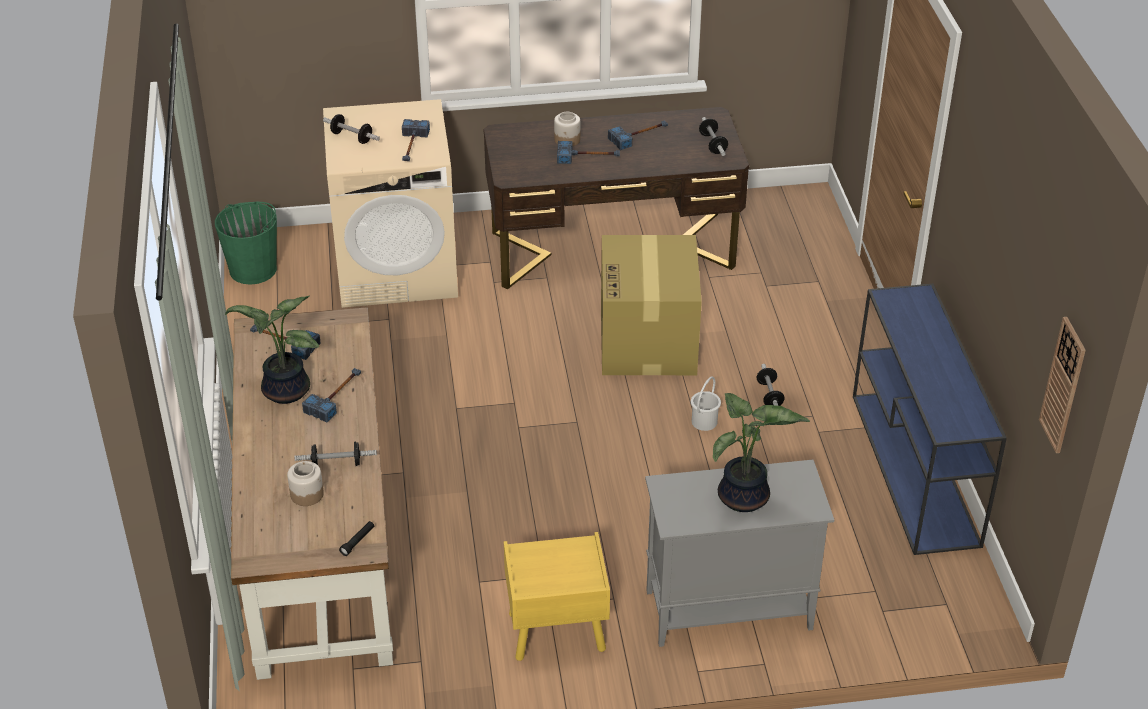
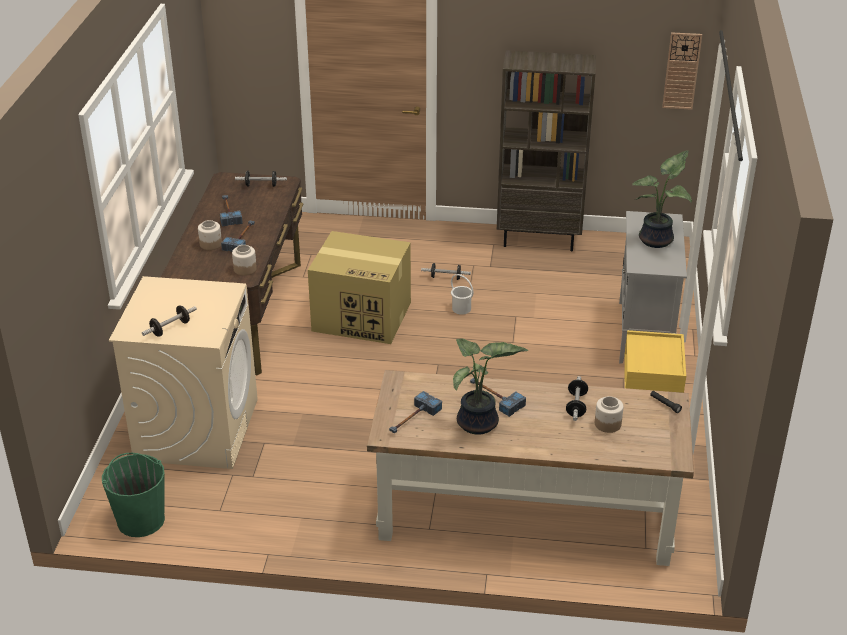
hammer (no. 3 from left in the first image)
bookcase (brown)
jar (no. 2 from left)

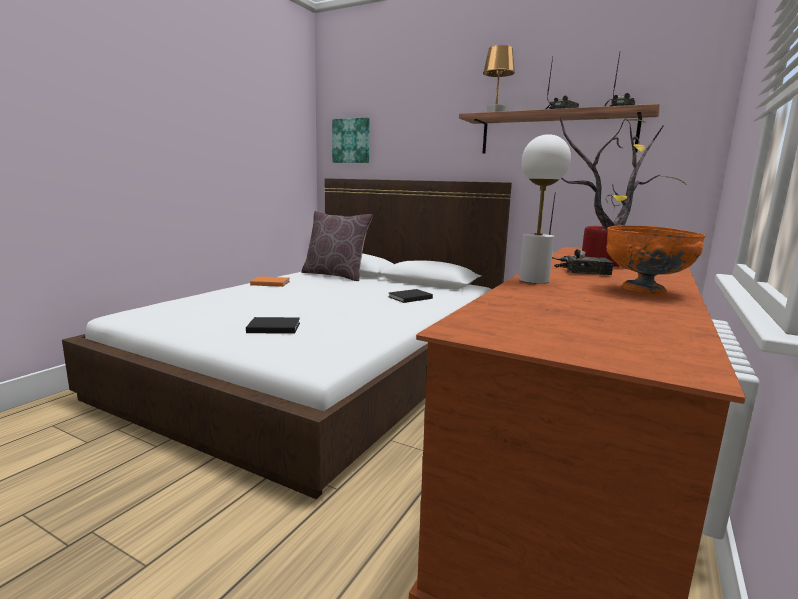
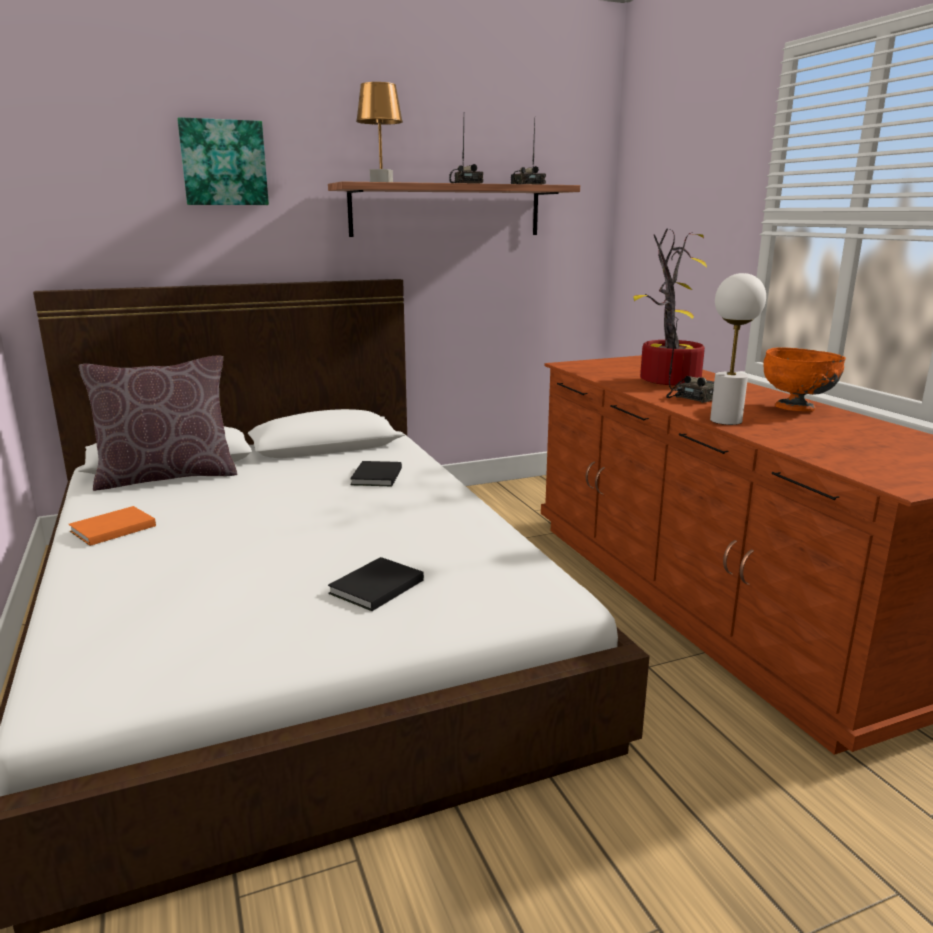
picture

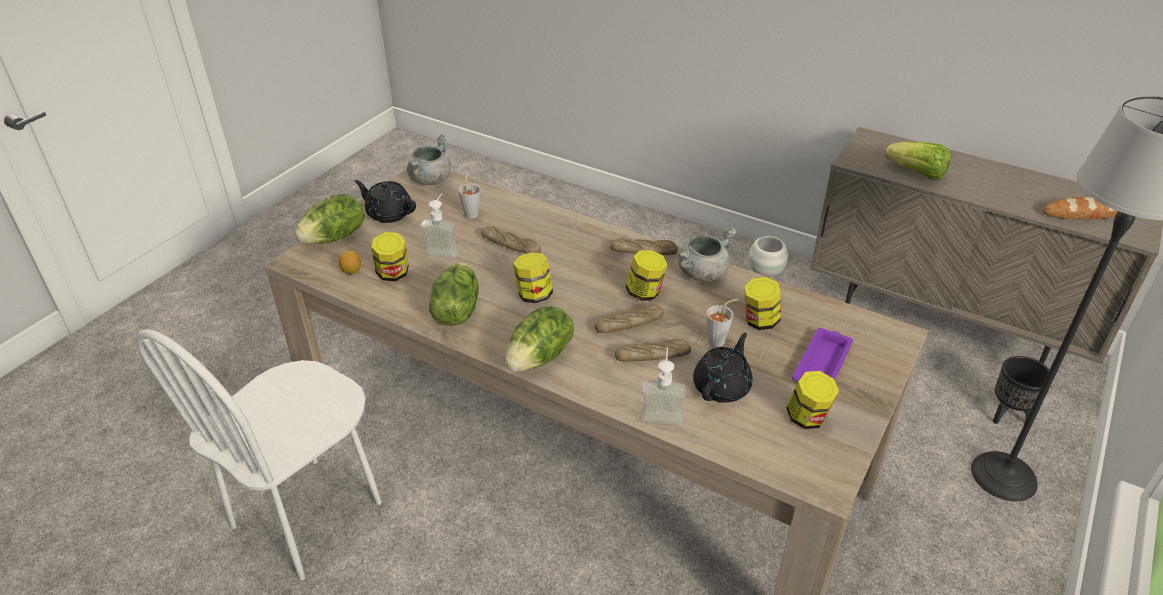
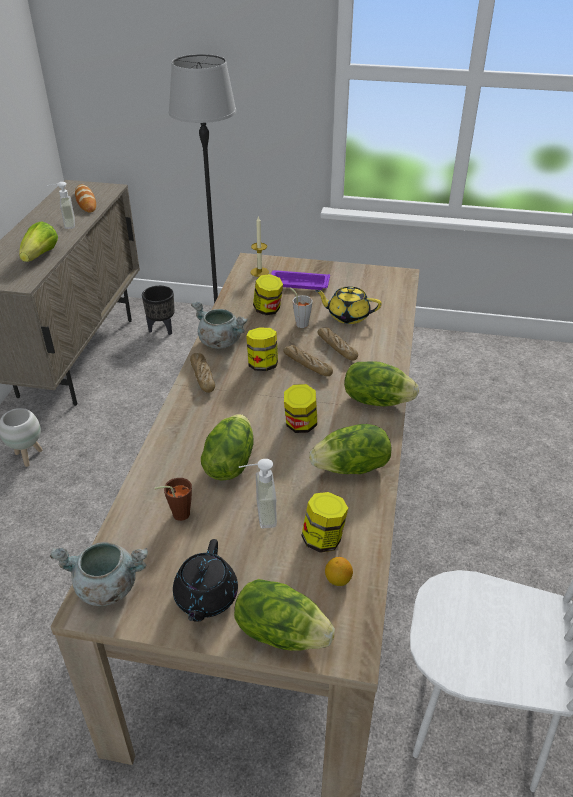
cup (brown)
lettuce (no. 2 from left)
soap dispenser (no. 1 from left)
teapot (yellow)
jar (no. 5 from left in the first image)
candle

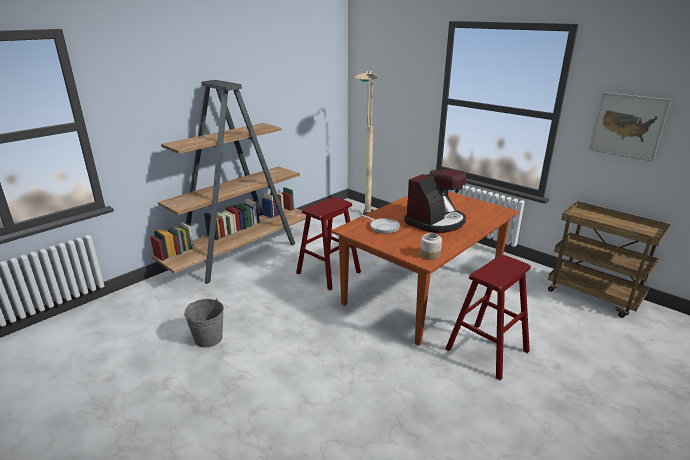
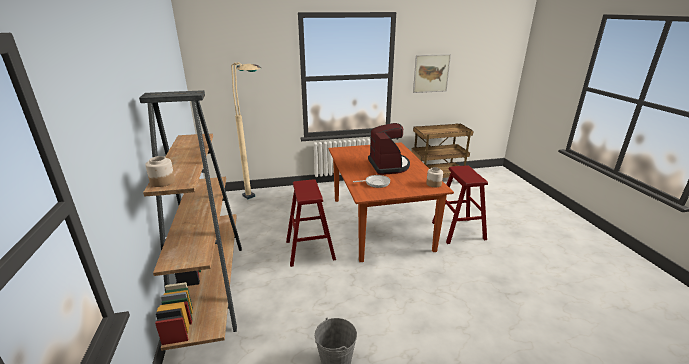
jar (no. 1 from left)

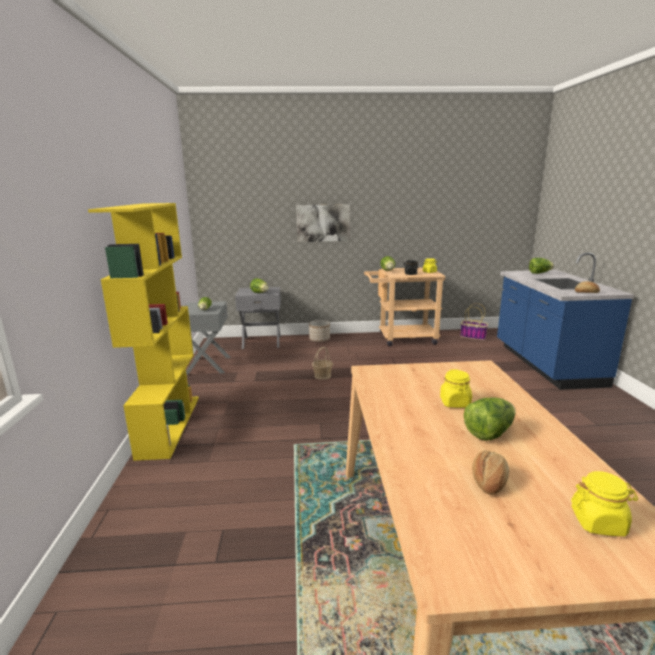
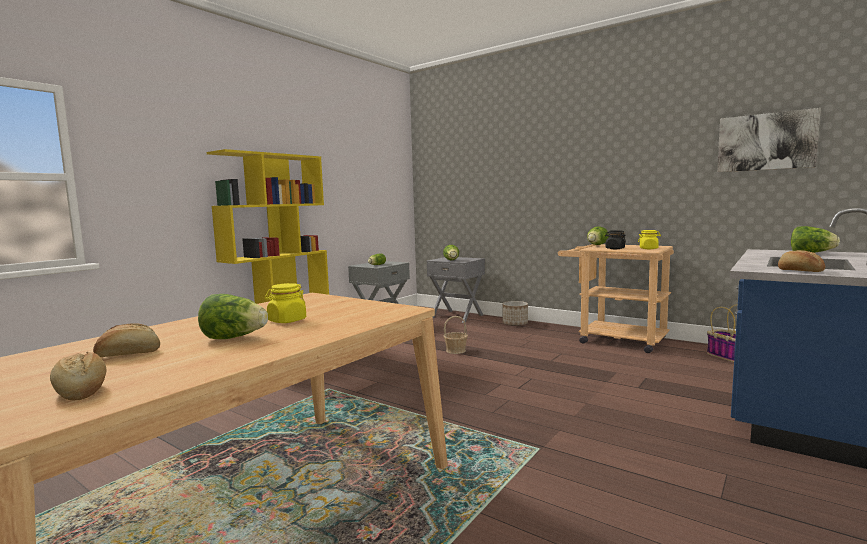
picture
bread (no. 1 from left)

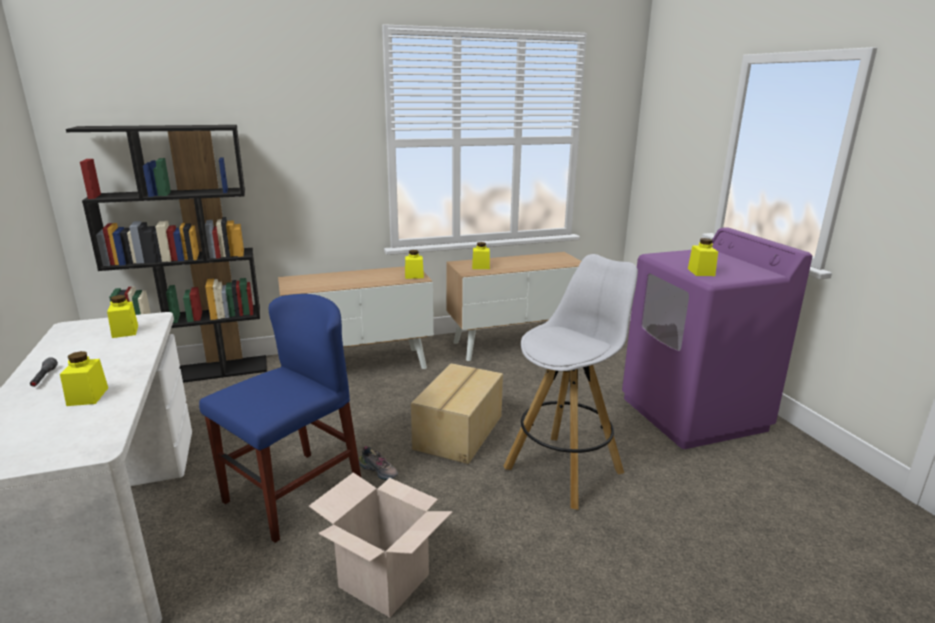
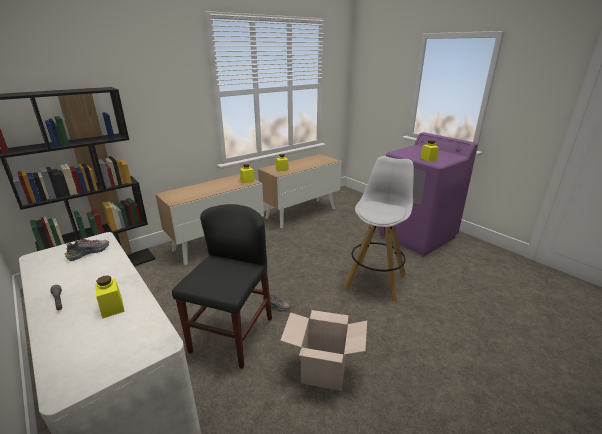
shoe (no. 1 from left)
chair (black)
cardboard box (no. 2 from left in the first image)

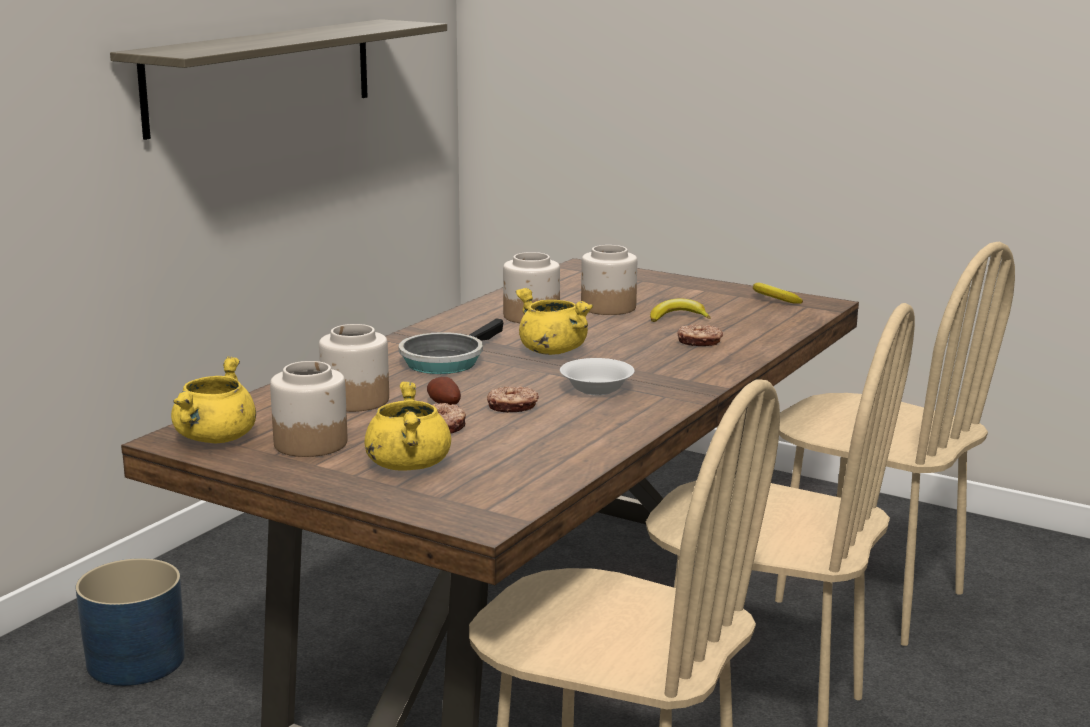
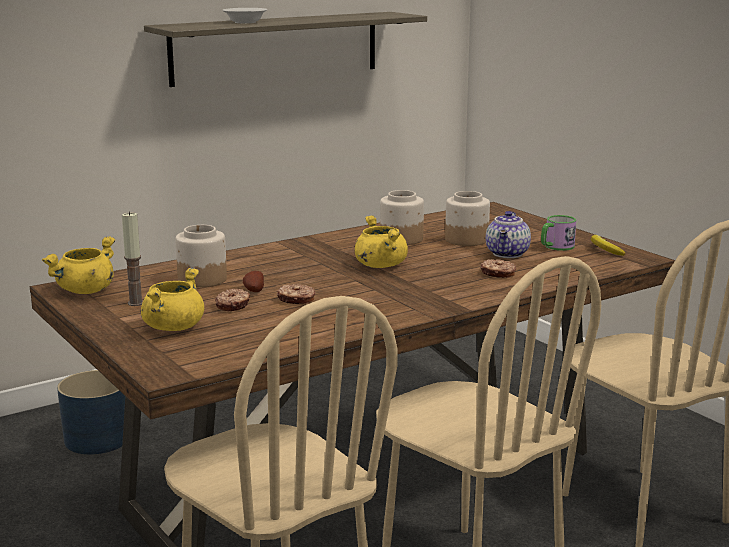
candle
frying pan
bowl (white)
teapot
mug

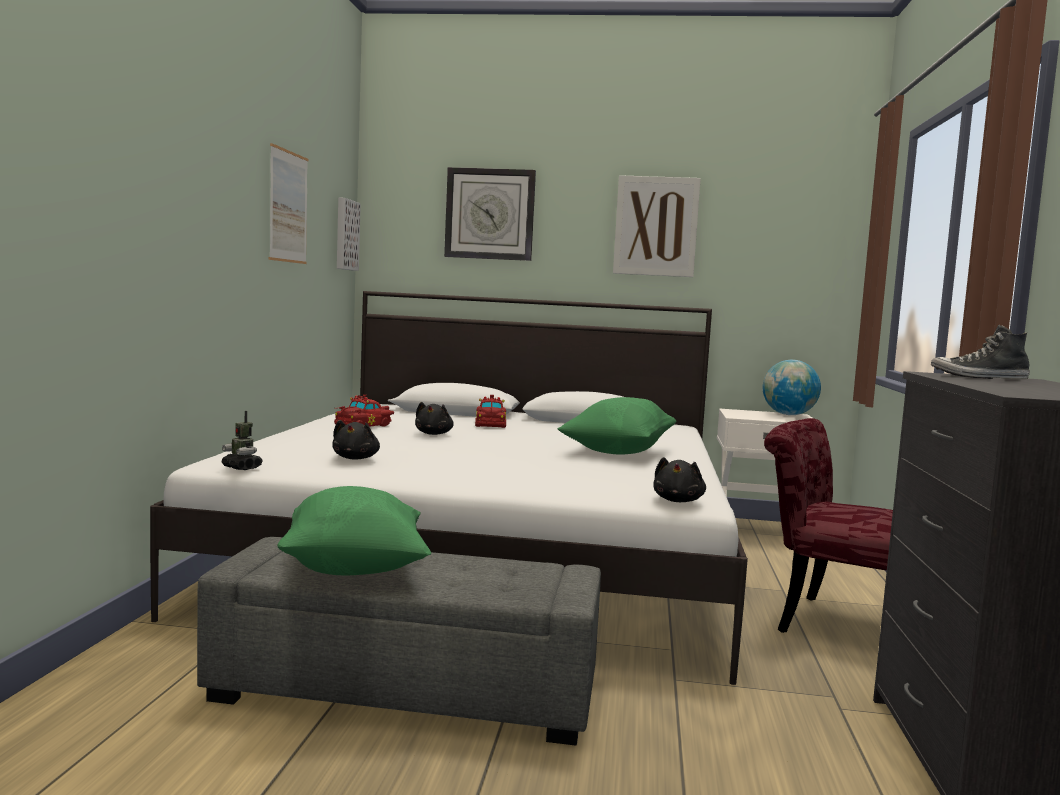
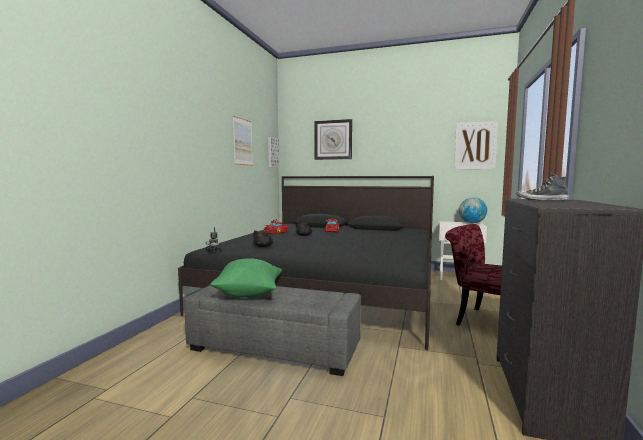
bed (black)
pillow (green) (no. 2 from left in the first image)
picture (no. 3 from left)
plush toy (black) (no. 3 from left in the first image)

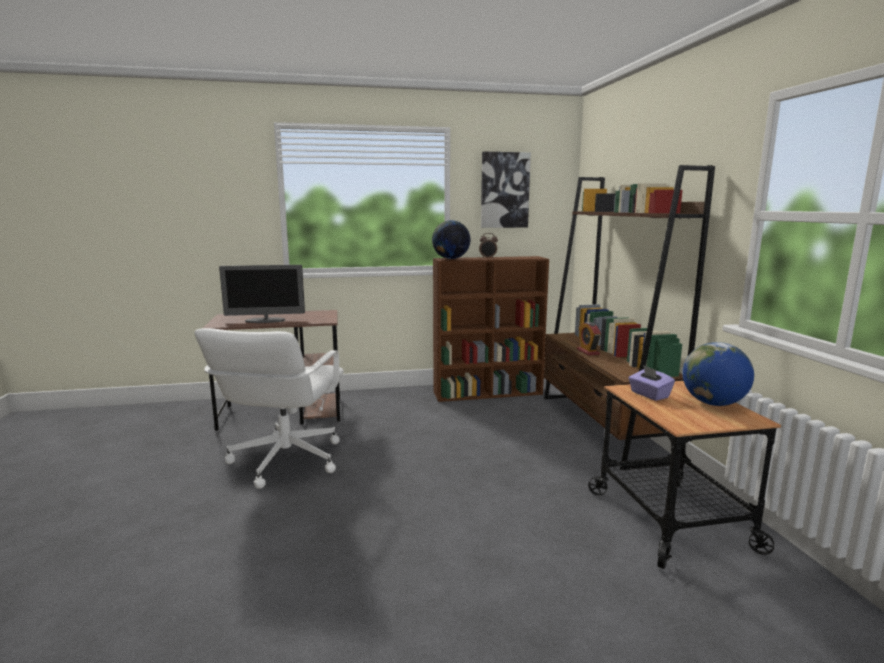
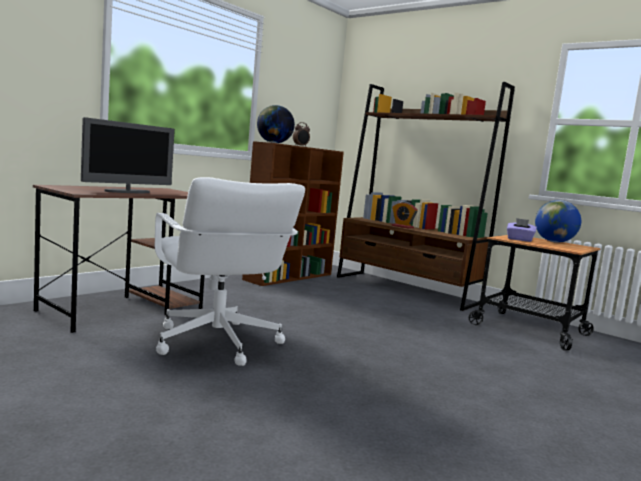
picture

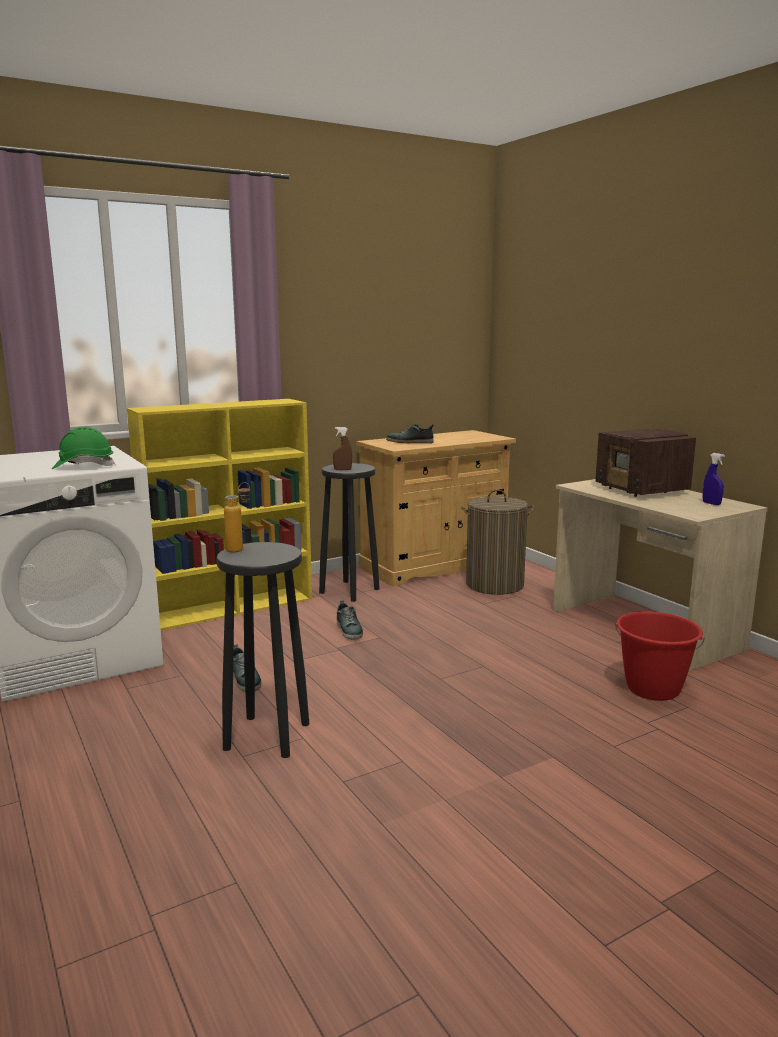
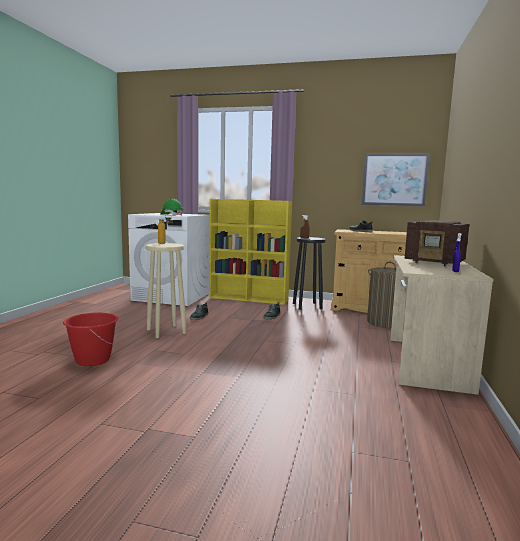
stool (beige)
radio
bucket (red)
picture

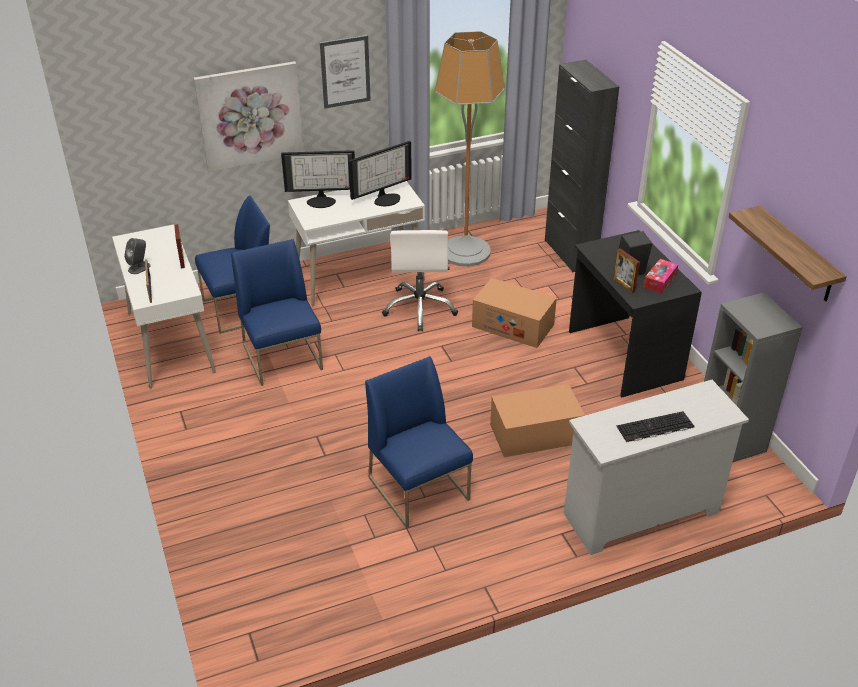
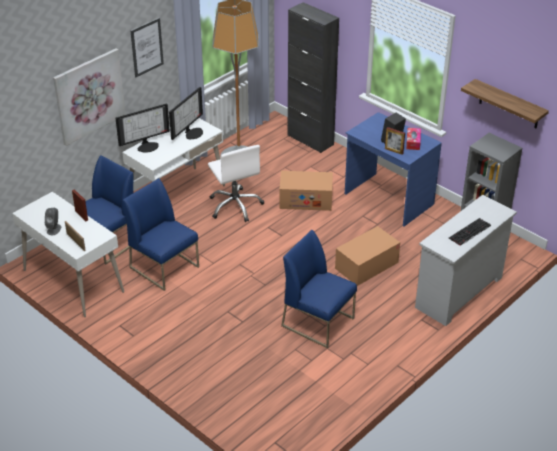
desk (blue)

